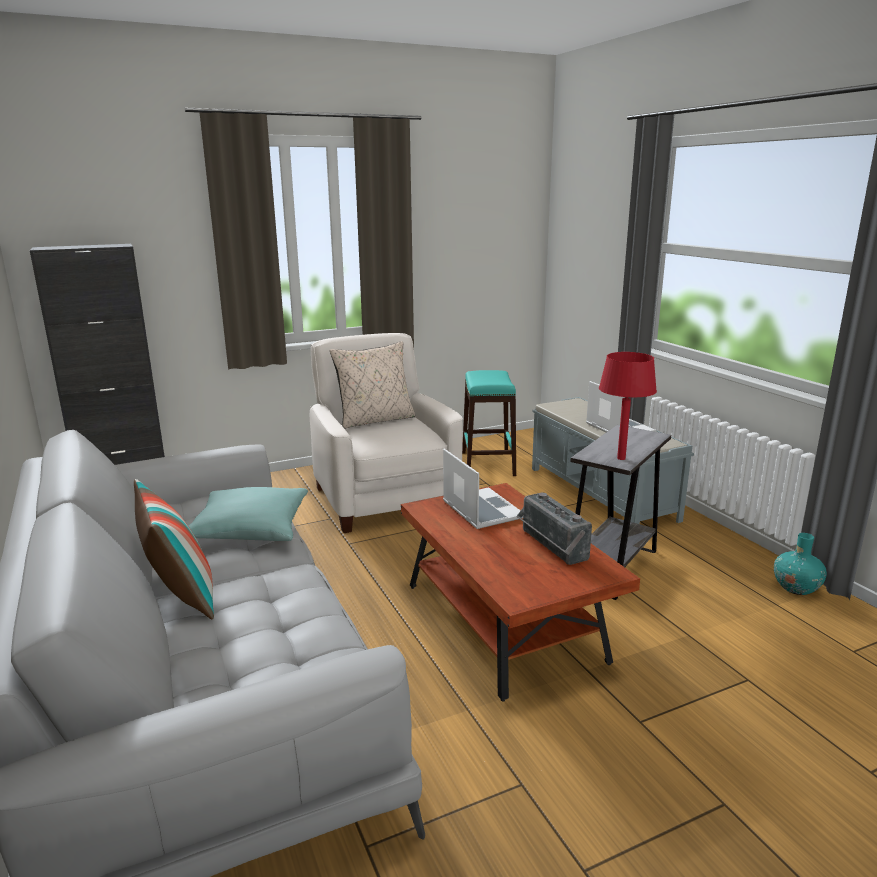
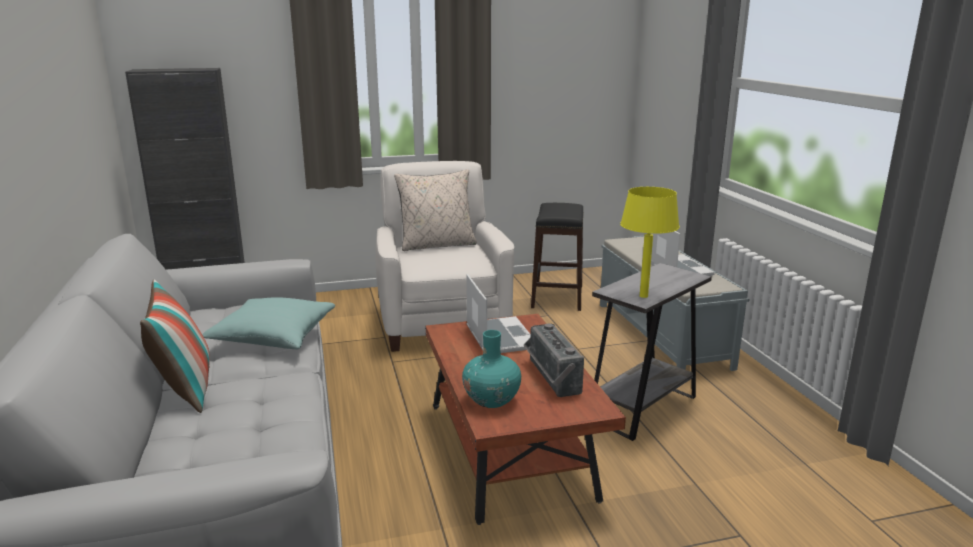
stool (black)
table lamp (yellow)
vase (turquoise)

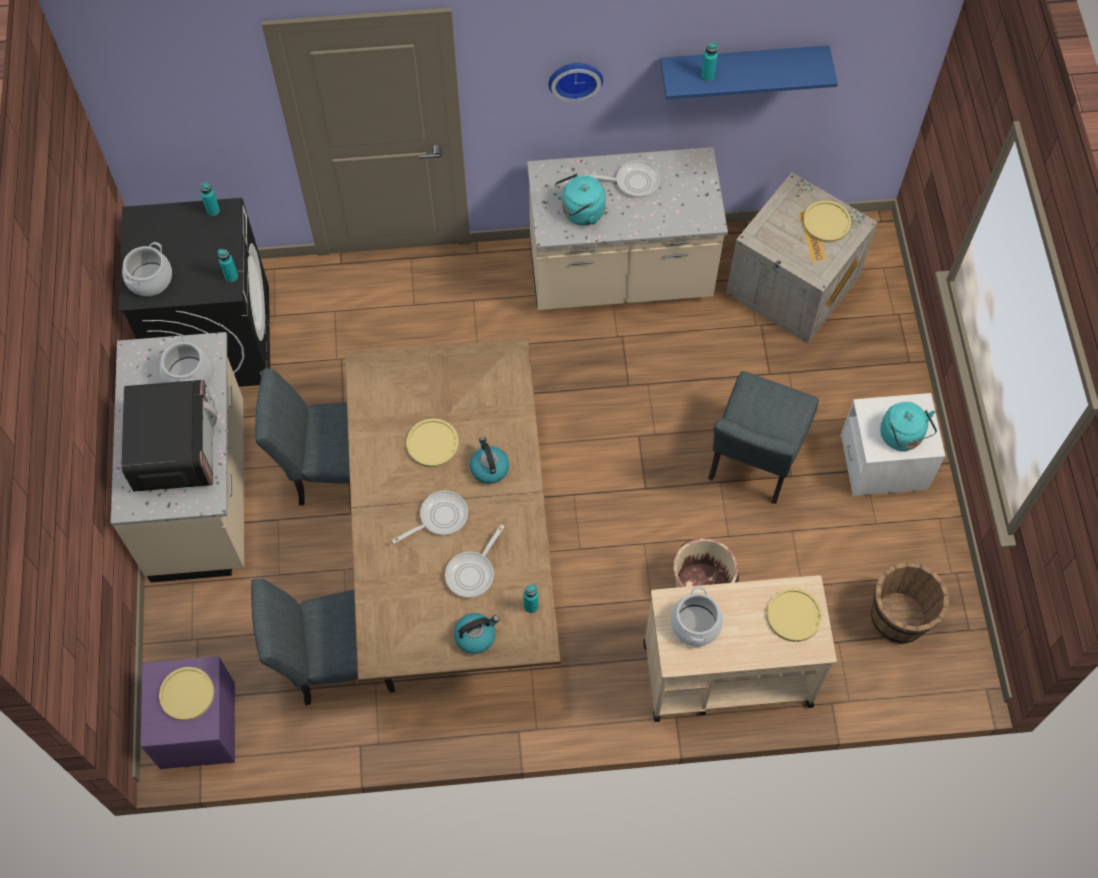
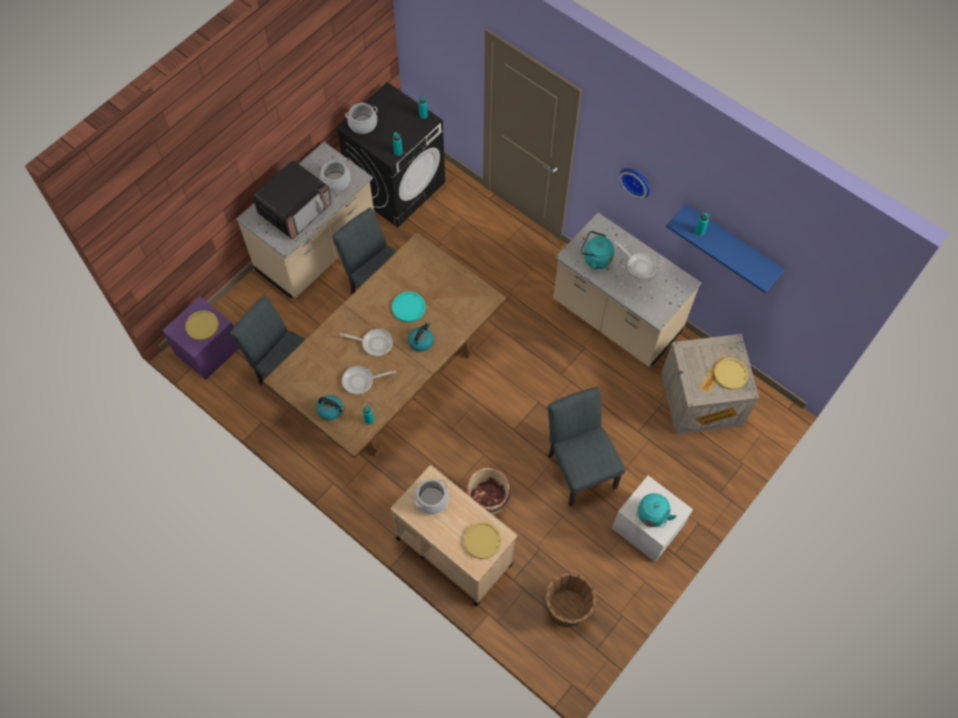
plate (turquoise)
chair (grey) (no. 3 from left)

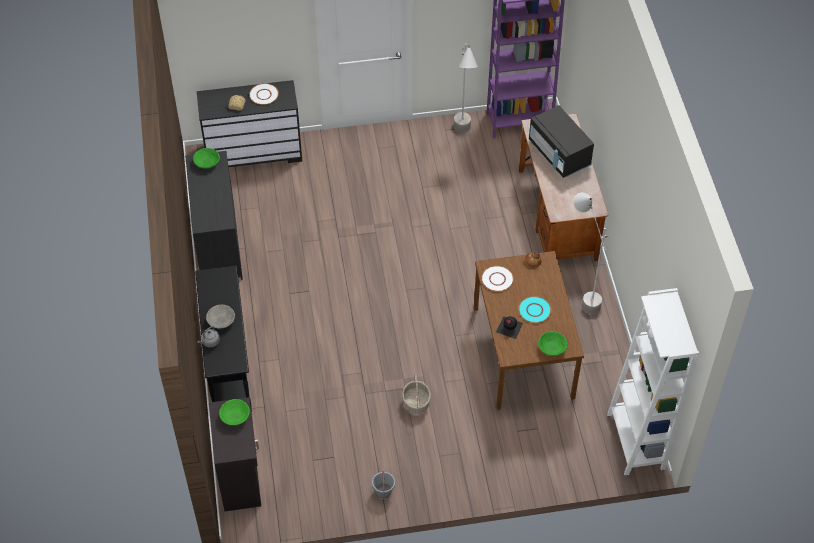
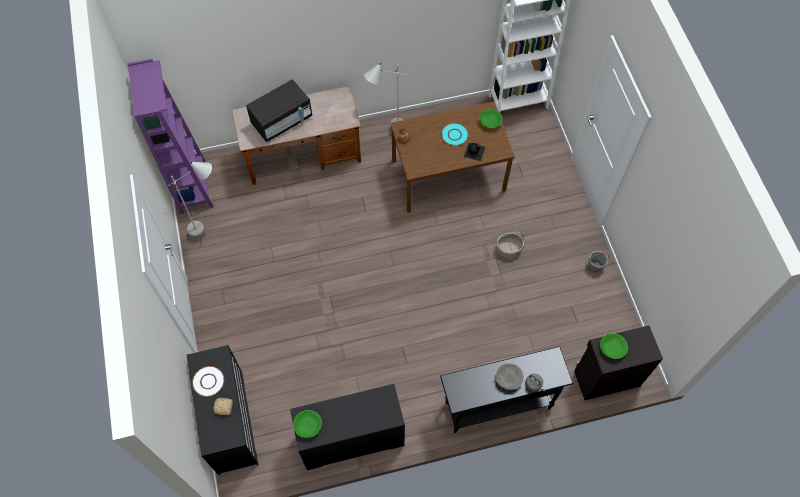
plate (white) (no. 2 from left in the first image)

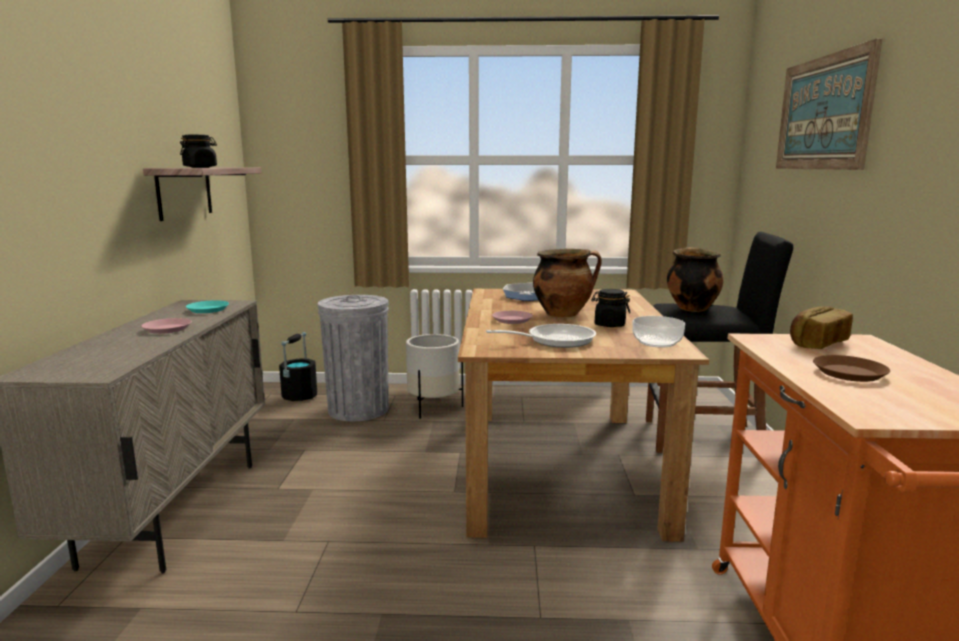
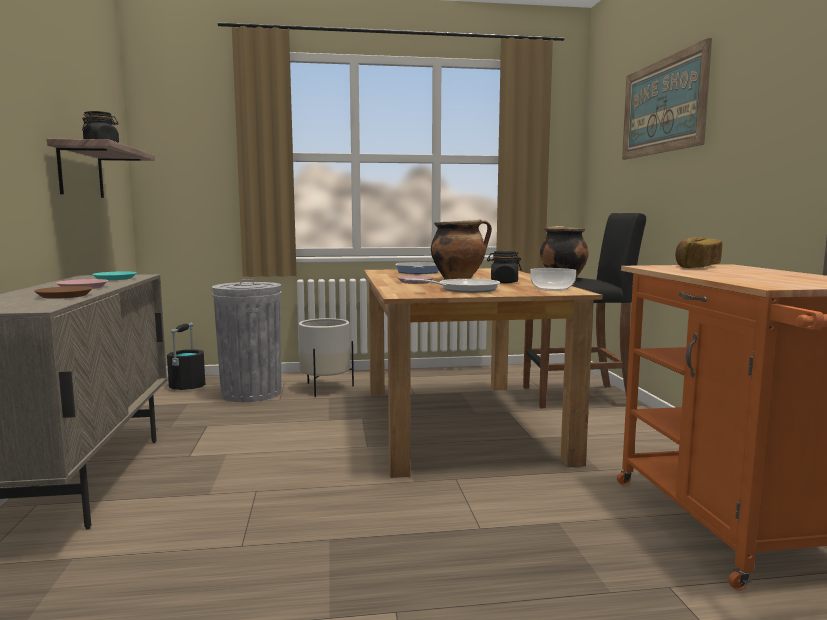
plate (brown)

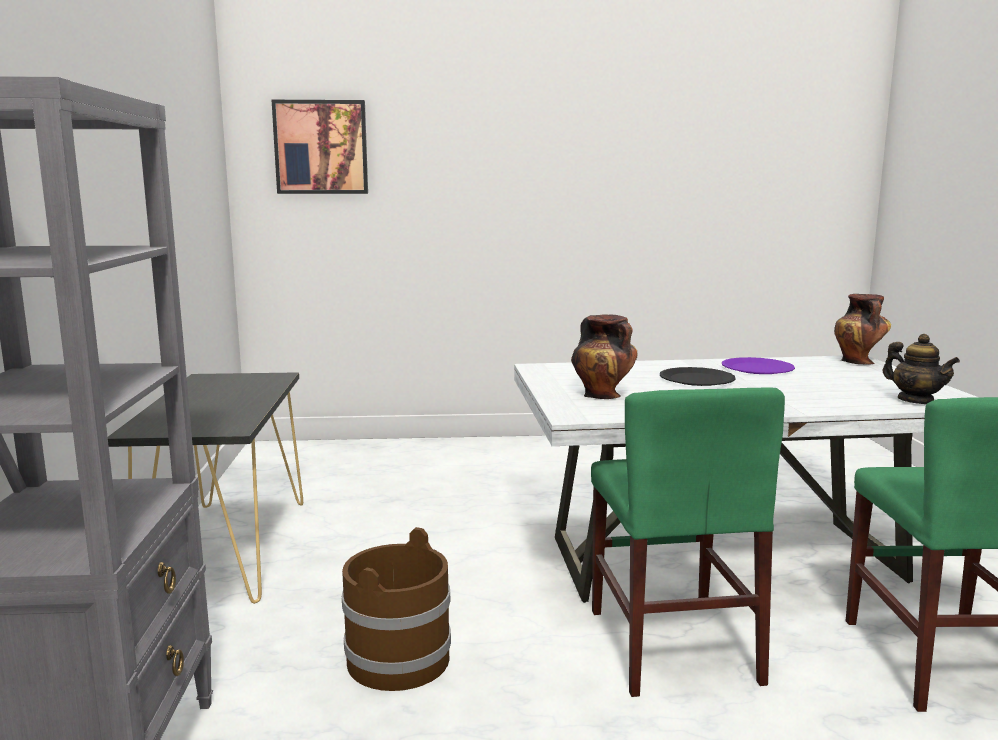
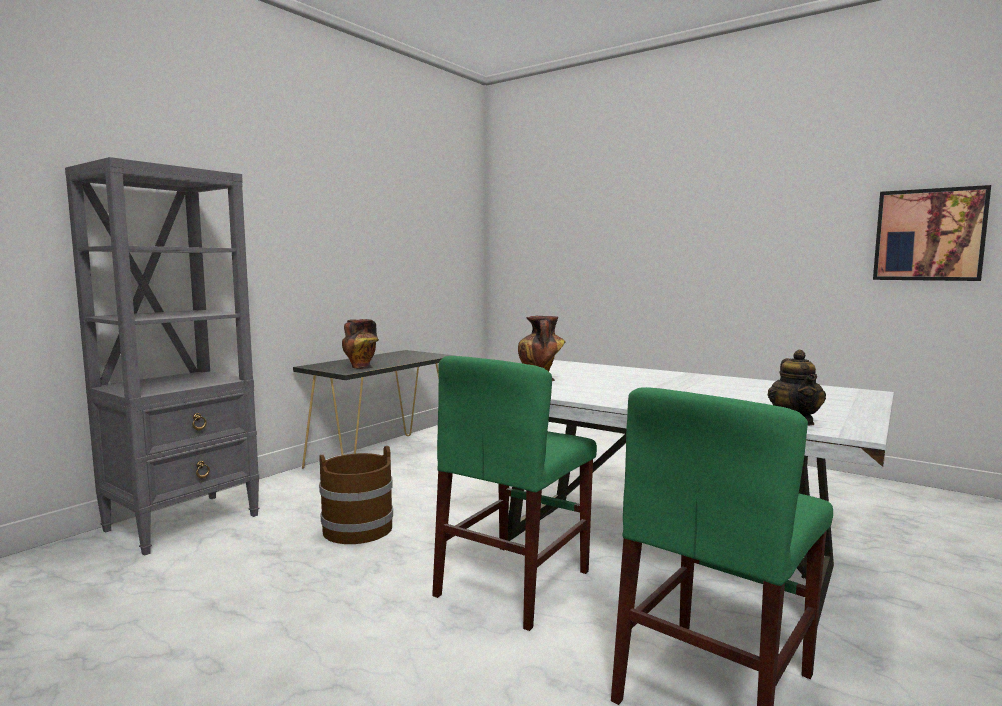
picture
plate (black)
plate (purple)
vase (no. 1 from left)

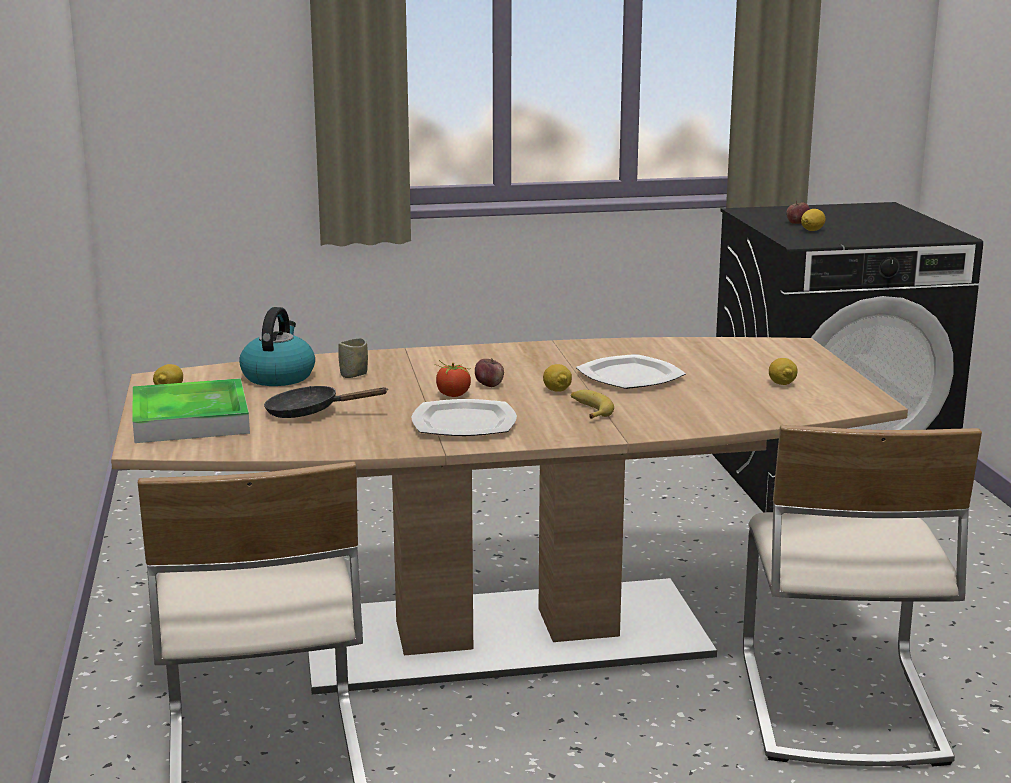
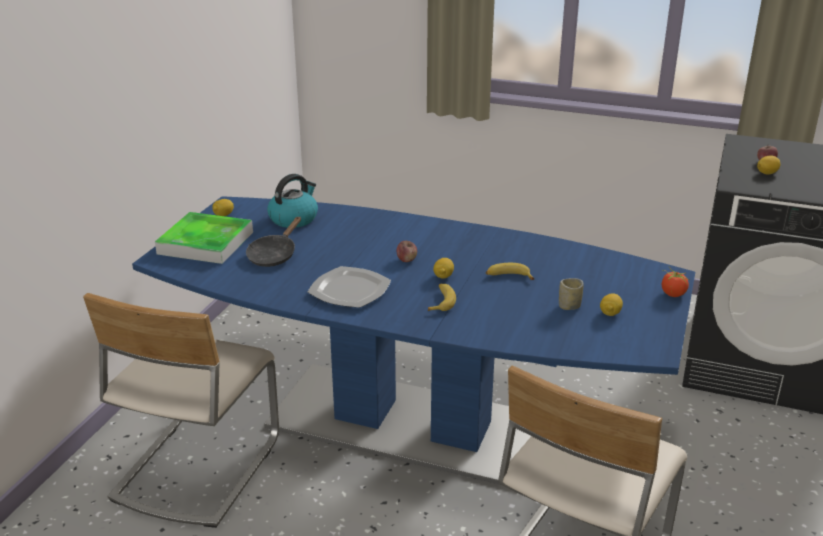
dining table (blue)
frying pan (black)
cup
tomato
banana (no. 2 from left)

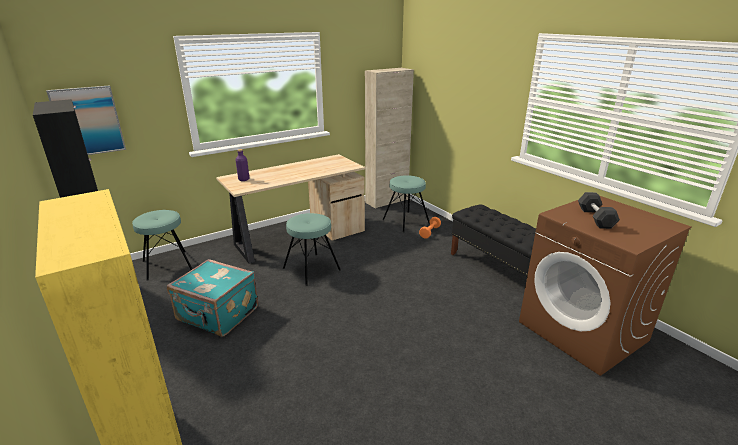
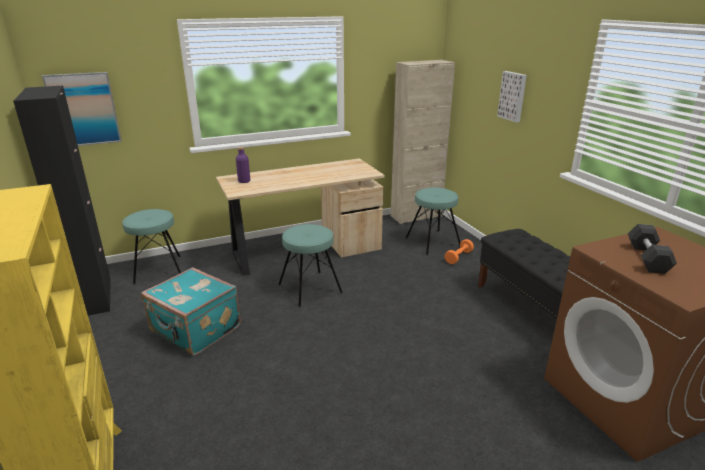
picture (no. 2 from left)

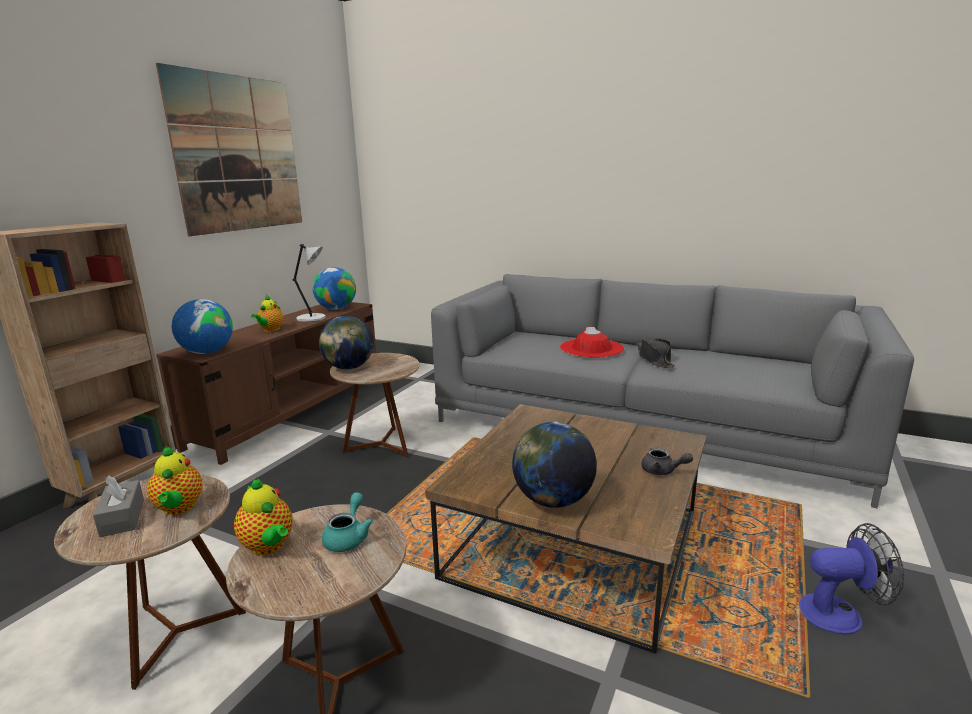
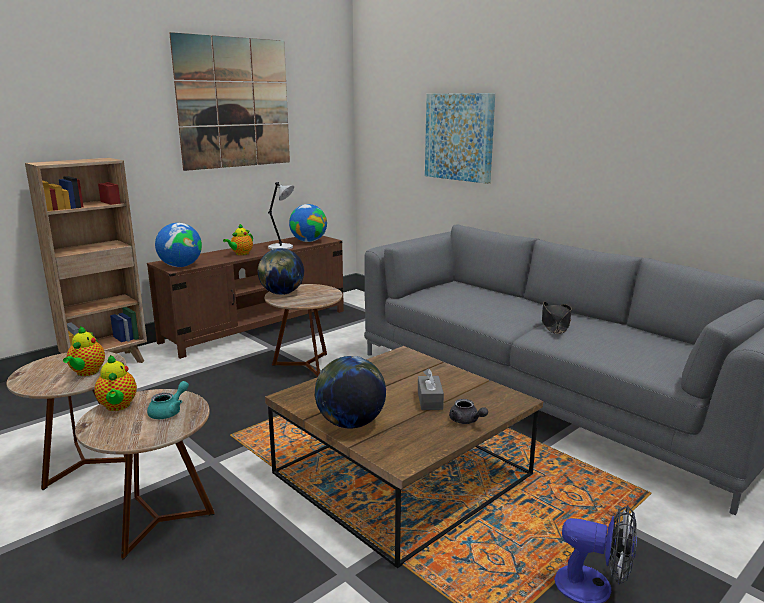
tissue box (grey)
hat (red)
picture (no. 2 from left)

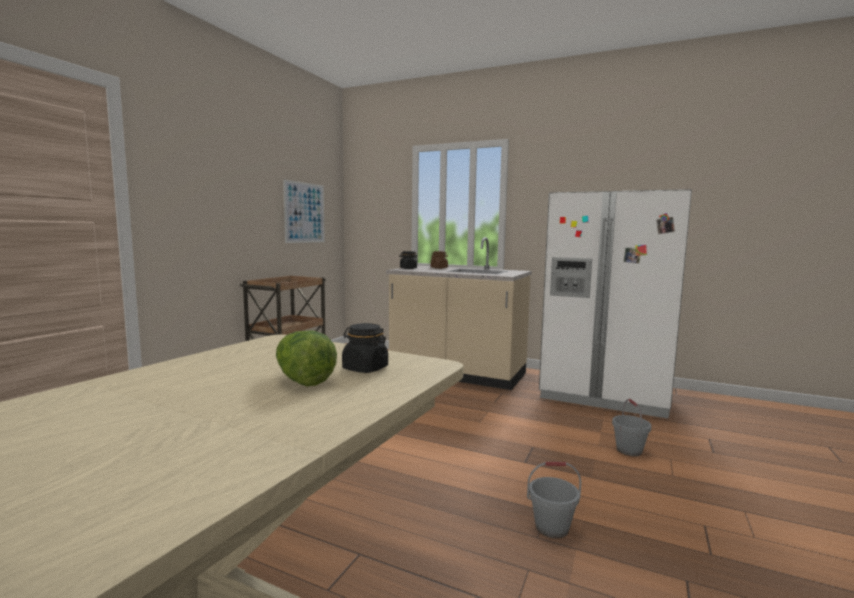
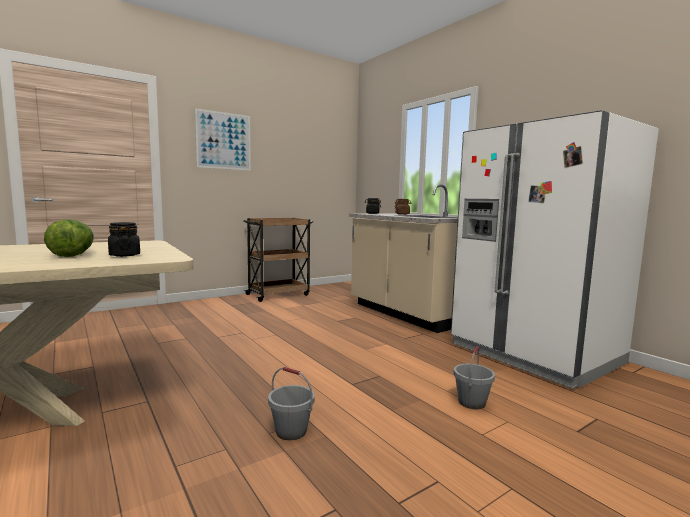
picture

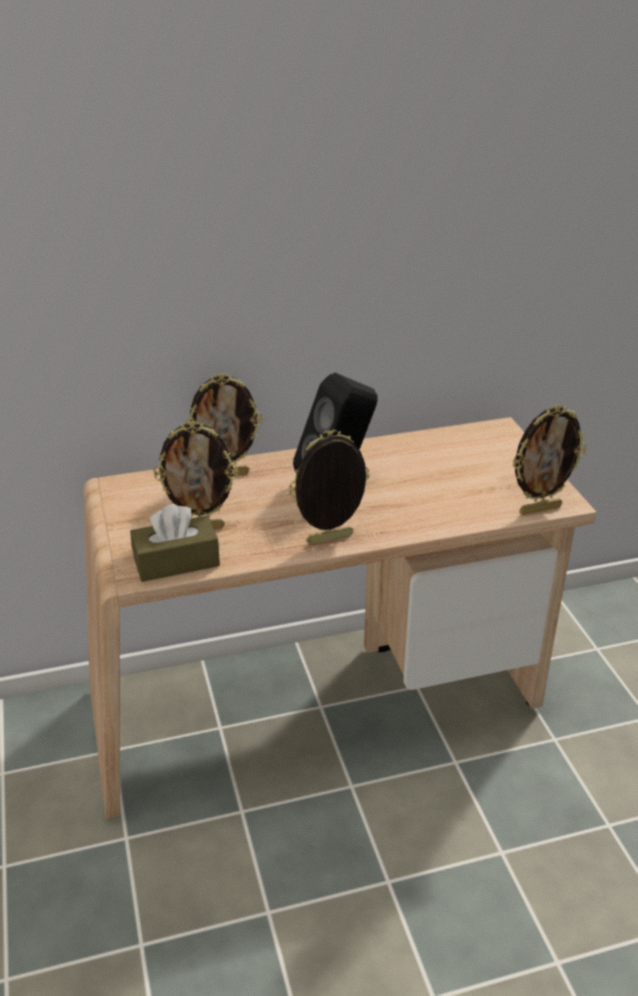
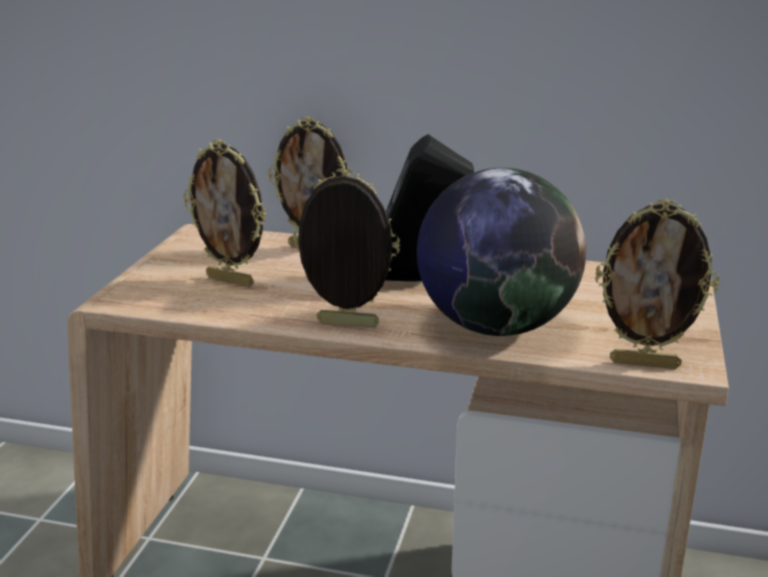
tissue box (brown)
globe

